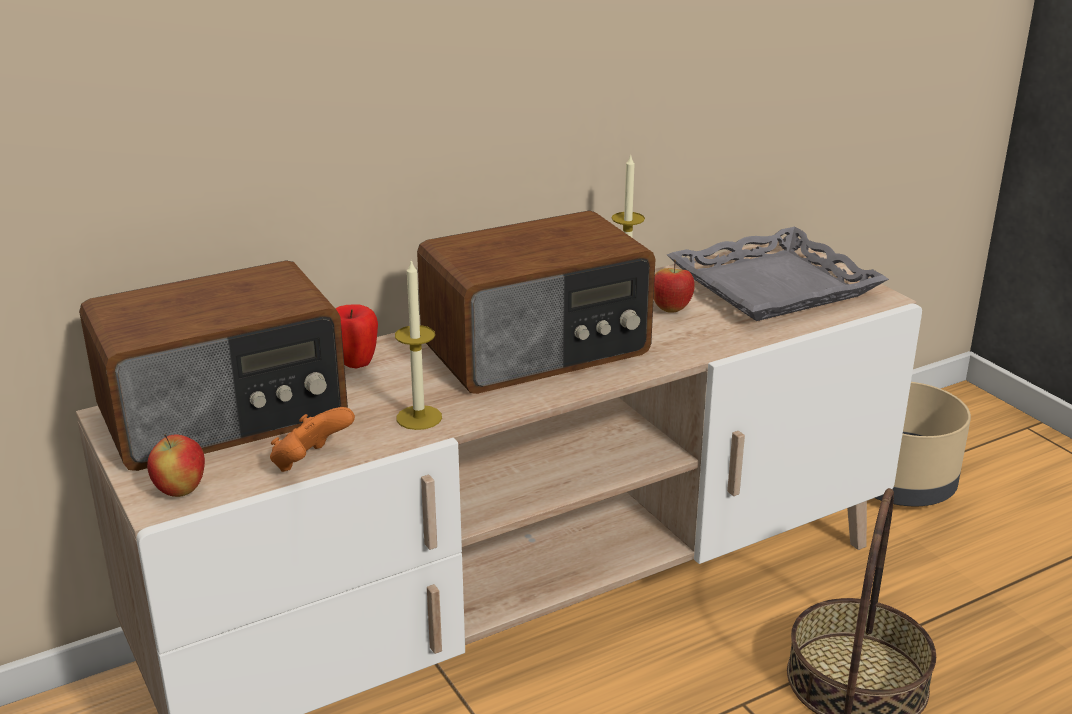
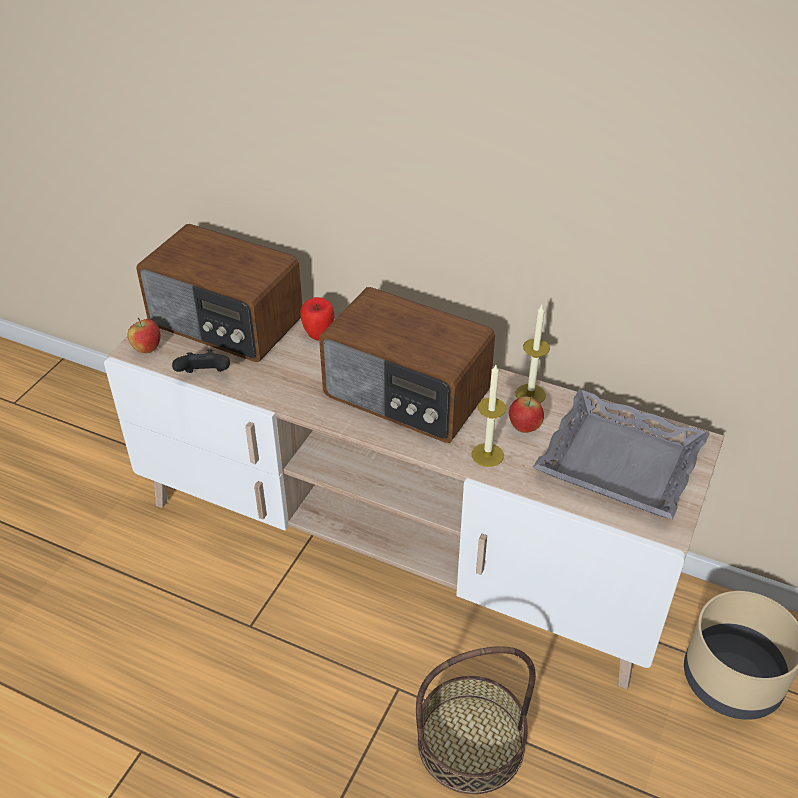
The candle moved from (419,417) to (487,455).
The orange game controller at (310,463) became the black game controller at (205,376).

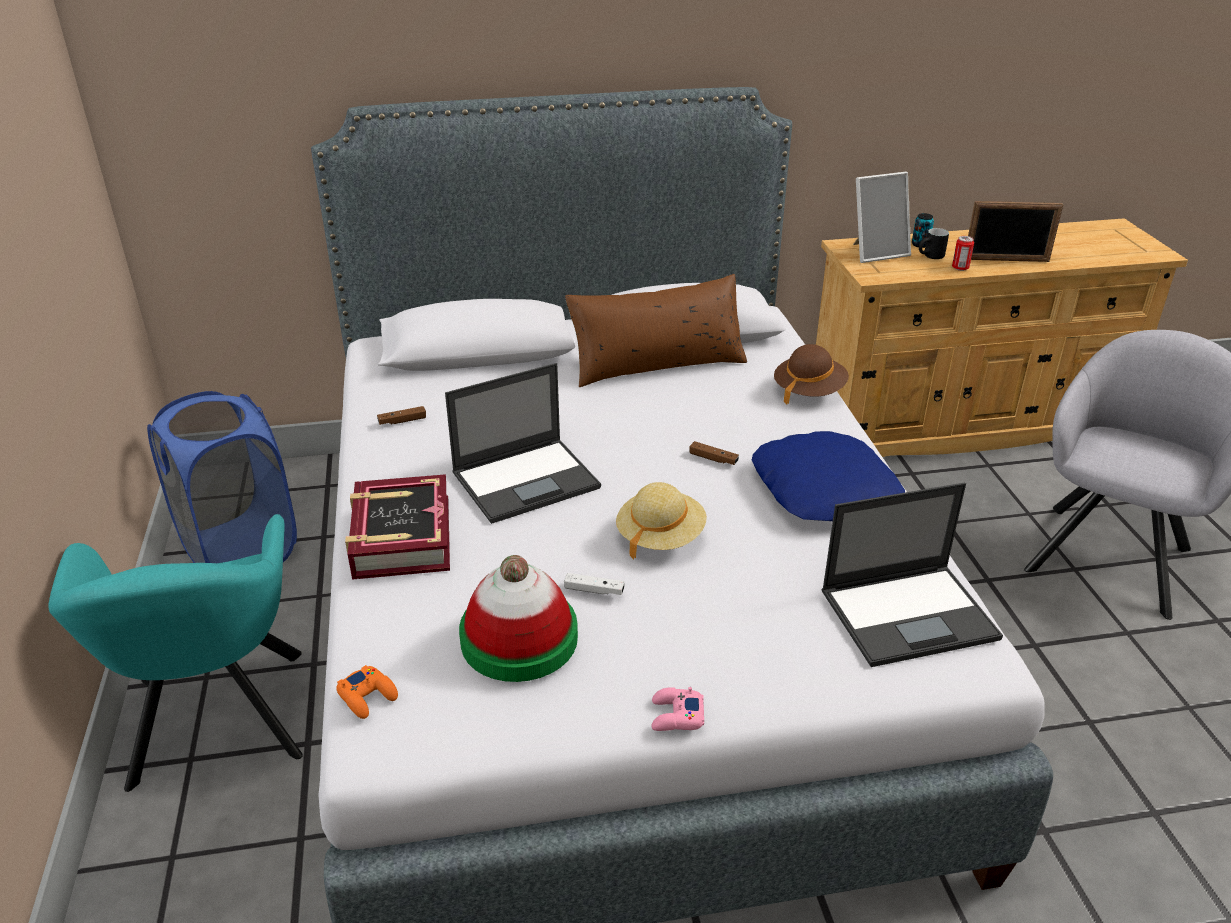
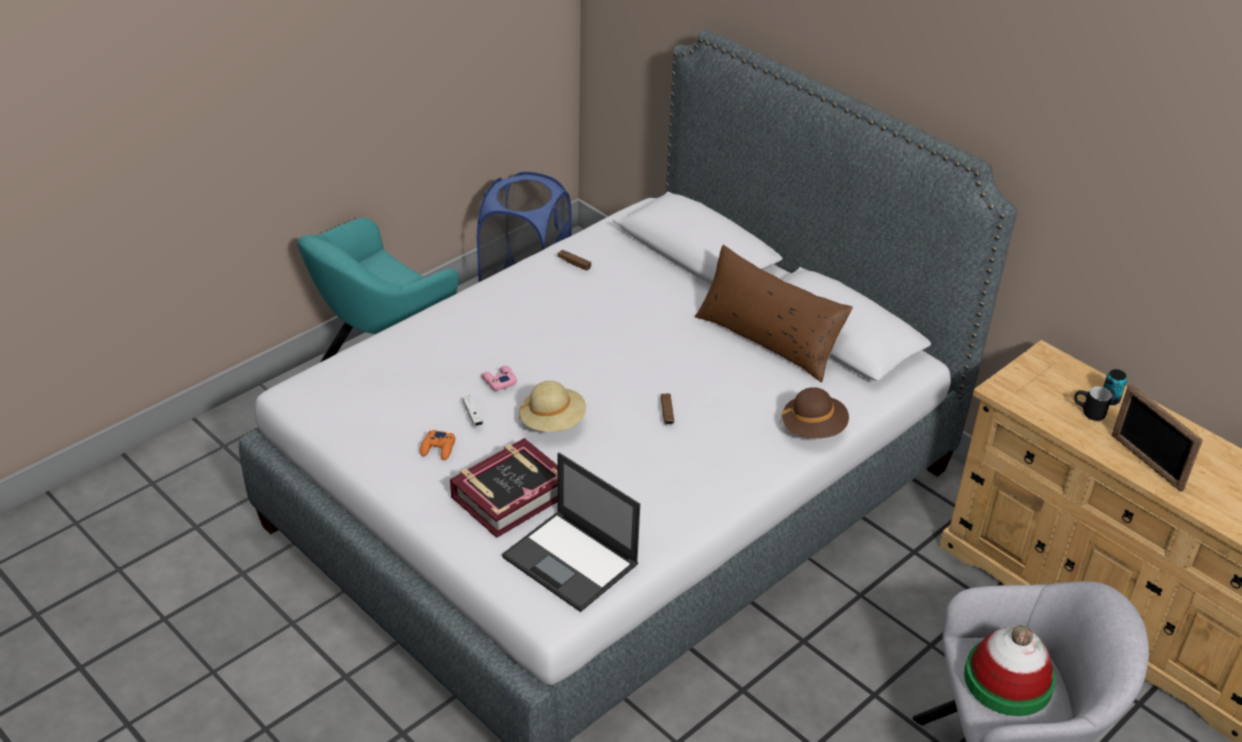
The picture frame at (876,252) disappeared.
The can at (960,268) disappeared.
The laptop at (527,480) disappeared.
The blue pillow at (825,489) disappeared.
The book moved from (401,537) to (510,495).
The hat moved from (519,638) to (1008,680).
The orange game controller moved from (368,696) to (438,448).
The pink game controller moved from (676,716) to (499,381).

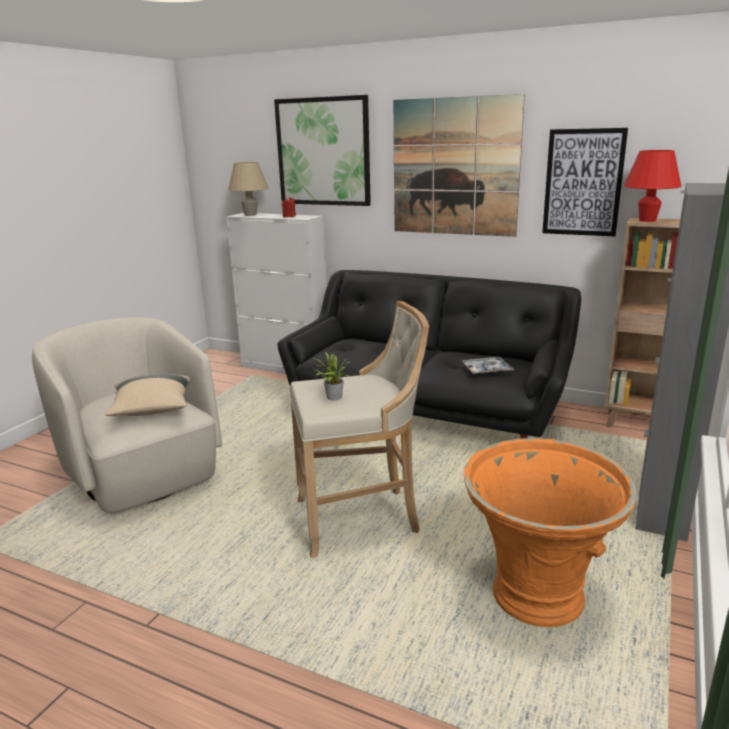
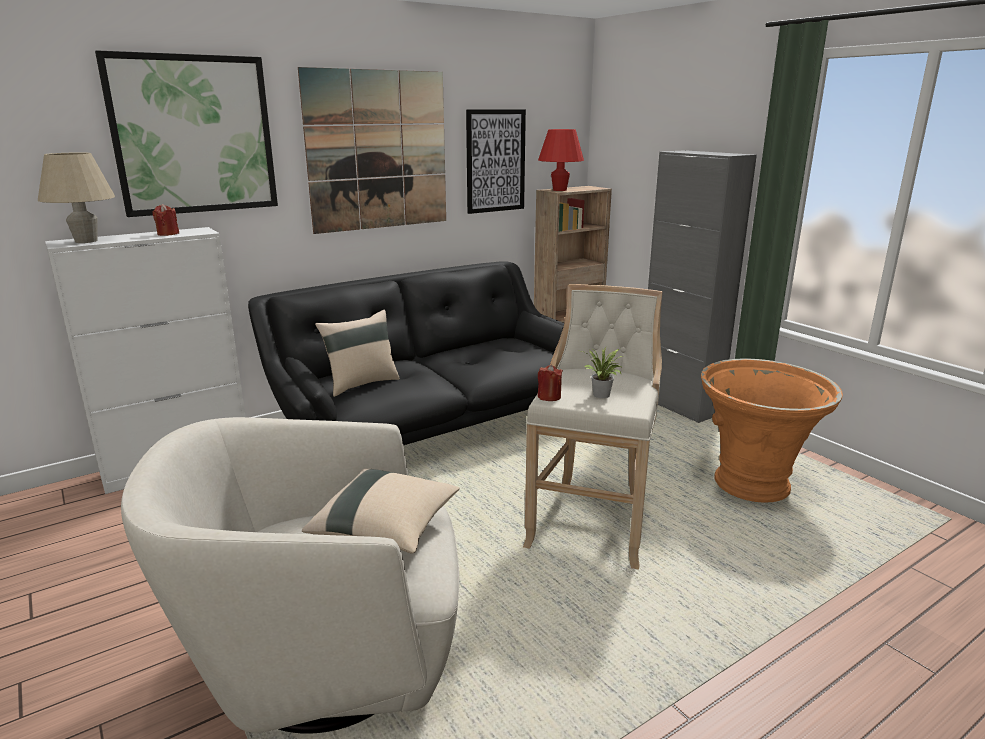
The tray at (486,370) disappeared.
The beige pillow at (361,383) appeared.
The red candle at (549,397) appeared.

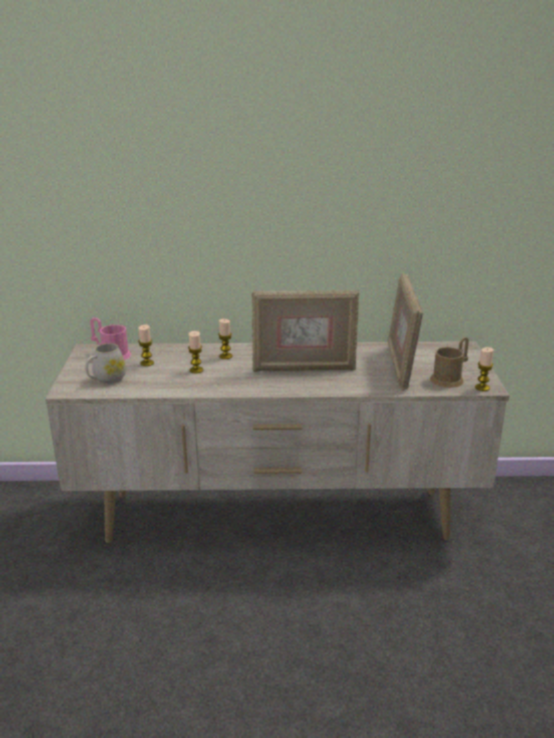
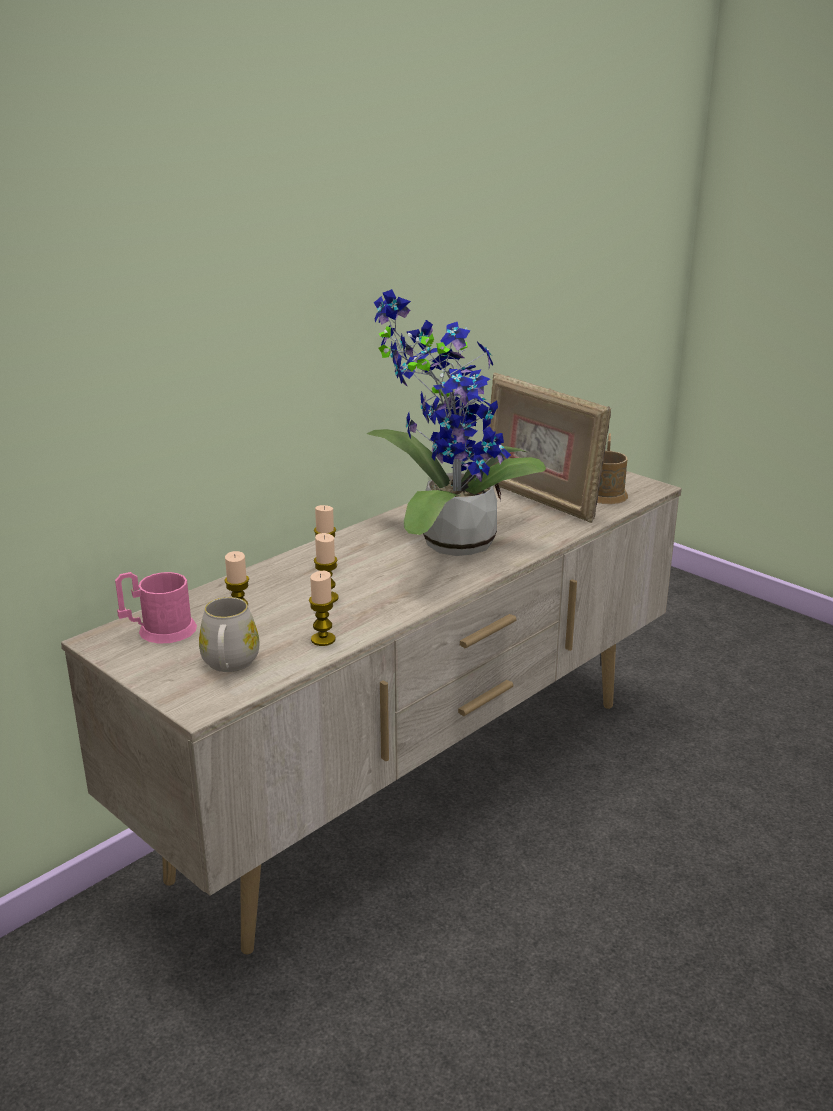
The picture frame at (304,368) was replaced by the potted plant at (448,542).
The candle moved from (482,387) to (323,639).

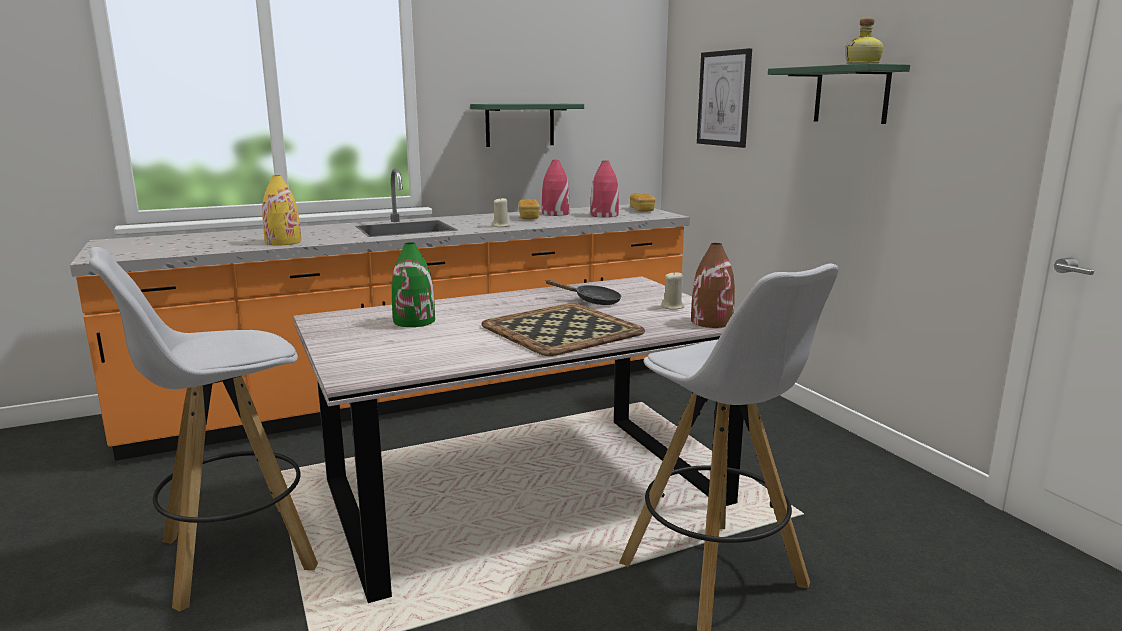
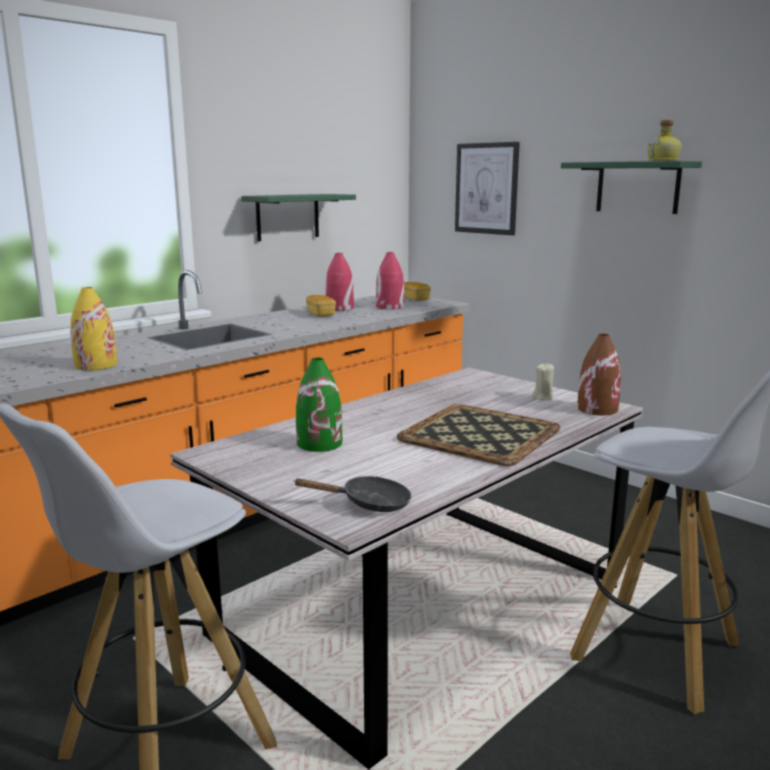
The beige candle at (501,226) disappeared.
The black frying pan moved from (592,301) to (369,503).

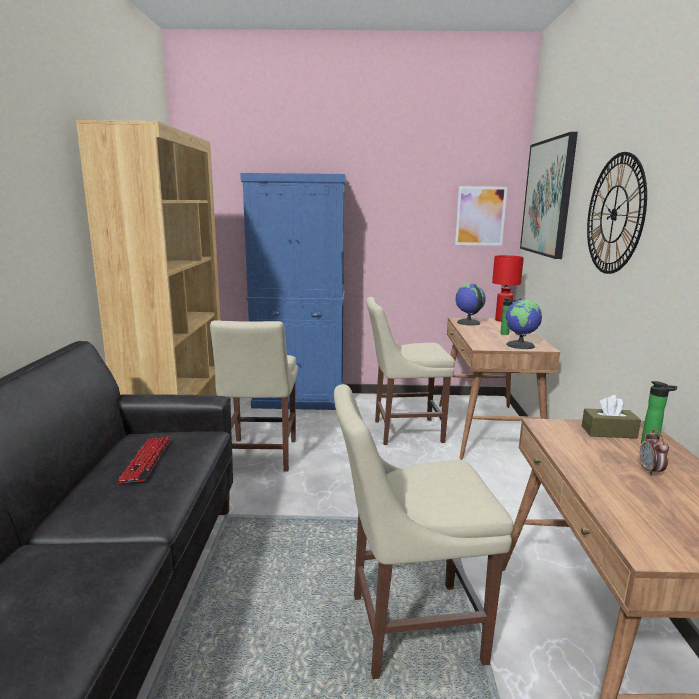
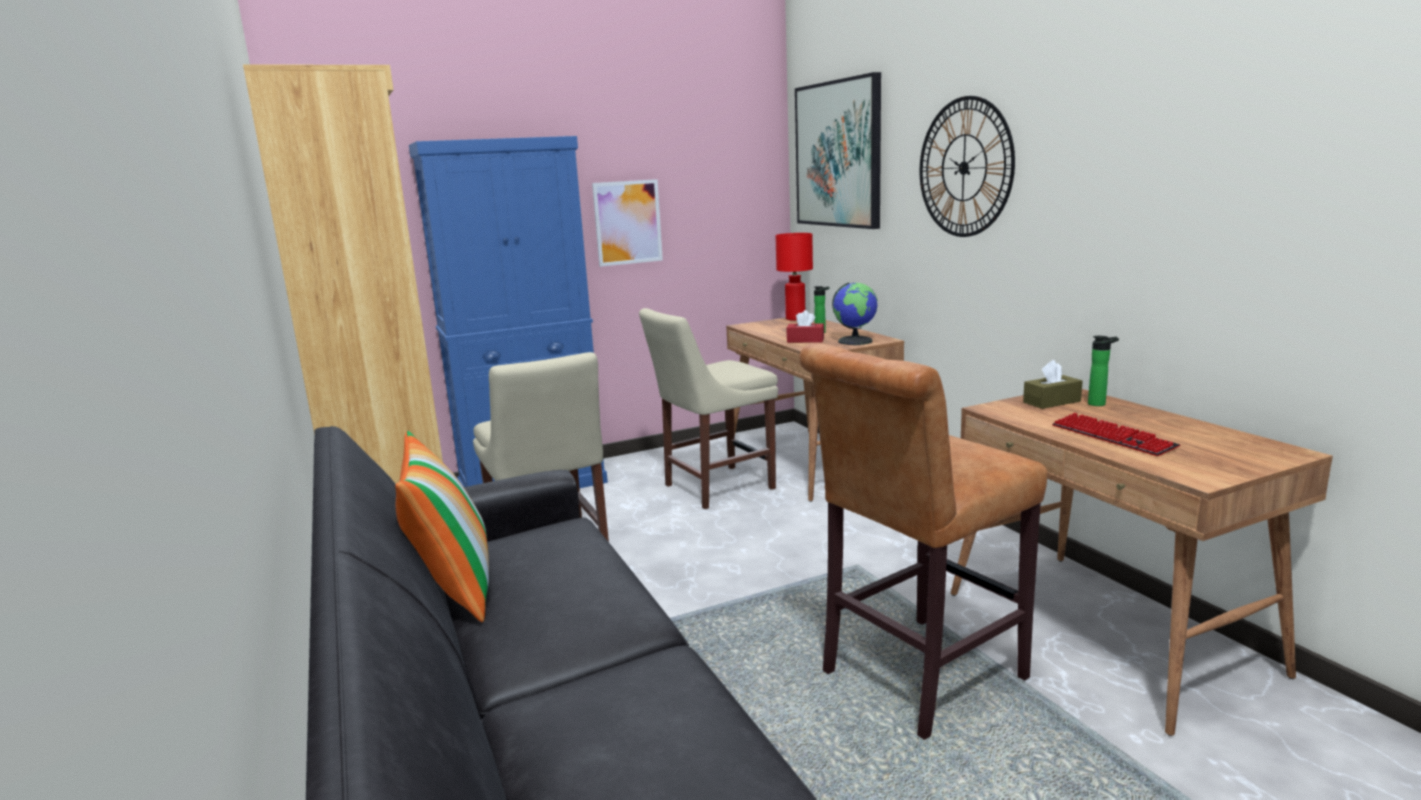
The picture moved from (480,216) to (628,222).
The globe at (468,322) disappeared.
The beige chair at (408,628) was replaced by the brown stool at (915,678).
The alarm clock at (650,471) disappeared.
The keyboard moved from (146,460) to (1112,437).
The red tissue box at (805,340) appeared.
The pillow at (453,588) appeared.

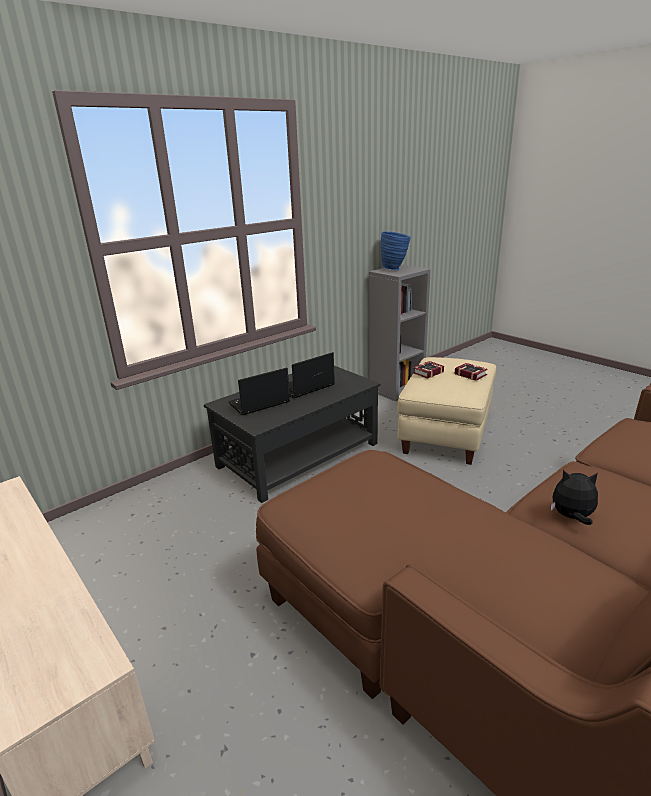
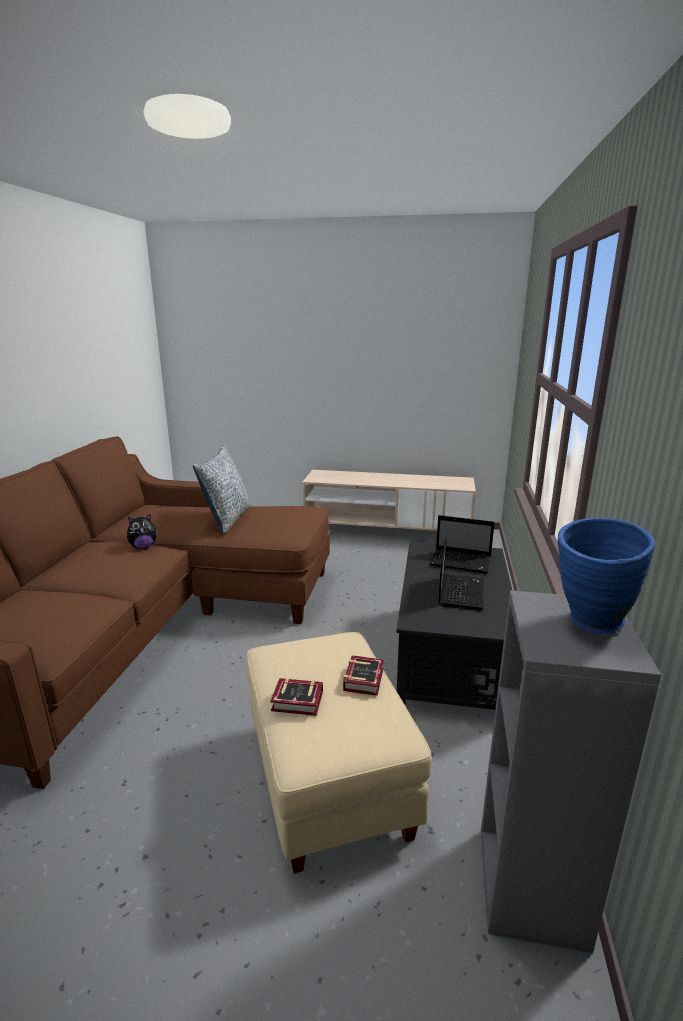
The laptop at (258,404) turned 90 degrees clockwise.
The pillow at (227,518) appeared.

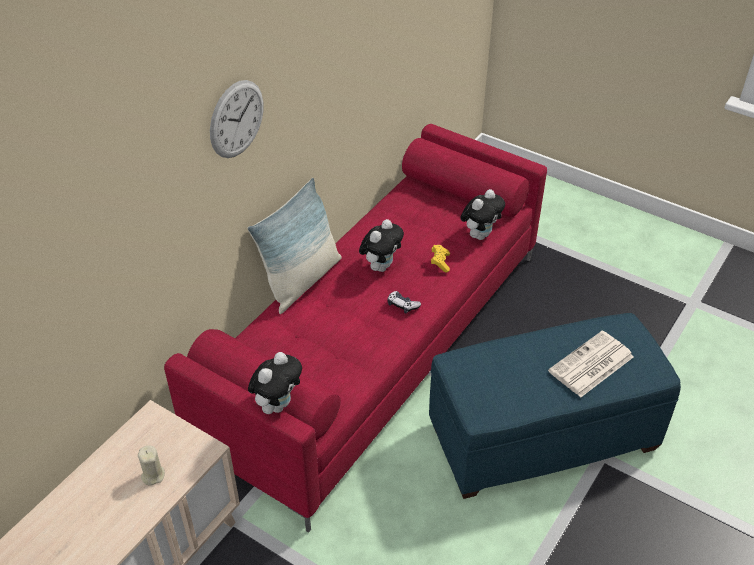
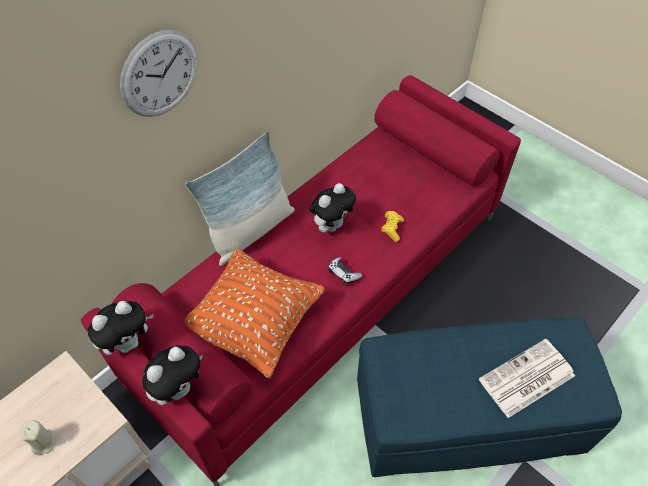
The plush toy moved from (480,235) to (129,342).
The orange pillow at (255,323) appeared.

